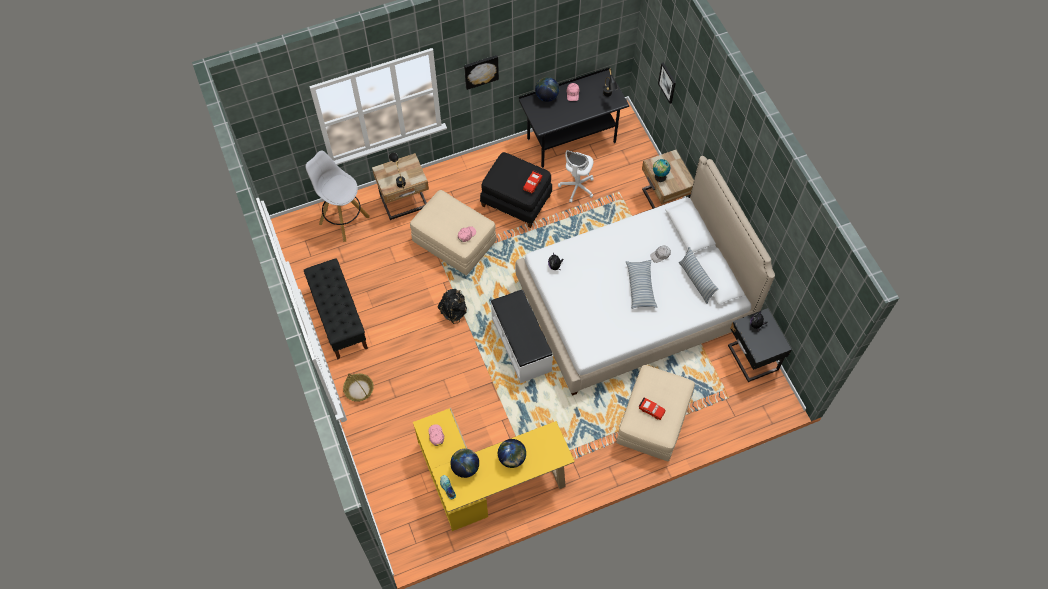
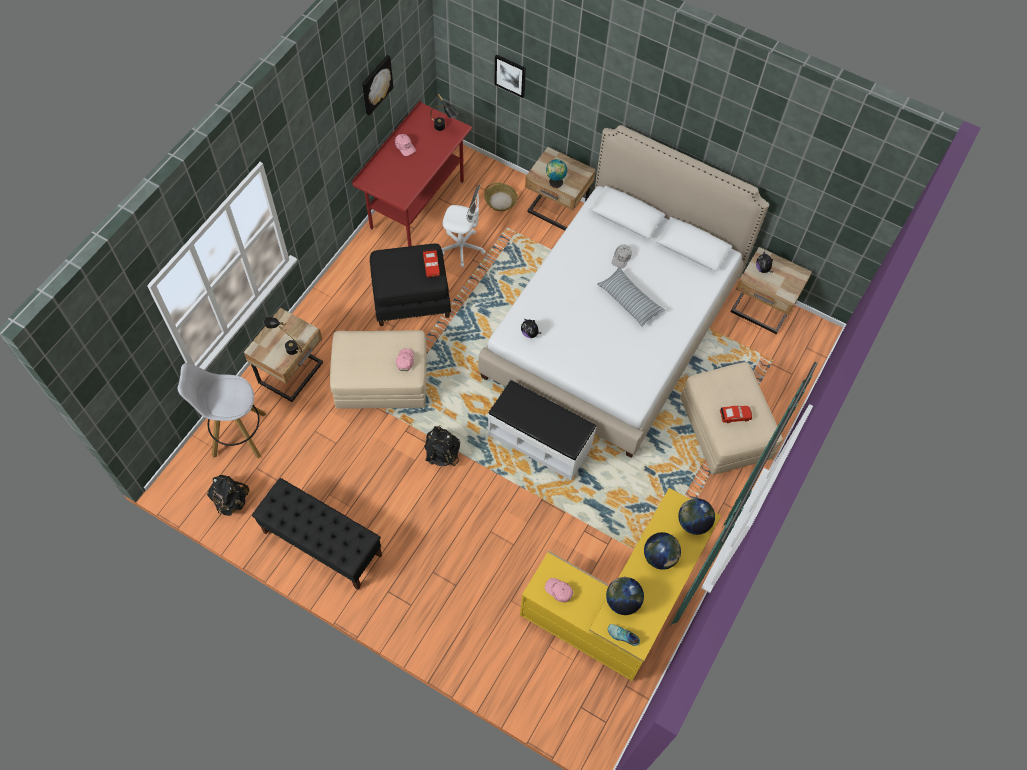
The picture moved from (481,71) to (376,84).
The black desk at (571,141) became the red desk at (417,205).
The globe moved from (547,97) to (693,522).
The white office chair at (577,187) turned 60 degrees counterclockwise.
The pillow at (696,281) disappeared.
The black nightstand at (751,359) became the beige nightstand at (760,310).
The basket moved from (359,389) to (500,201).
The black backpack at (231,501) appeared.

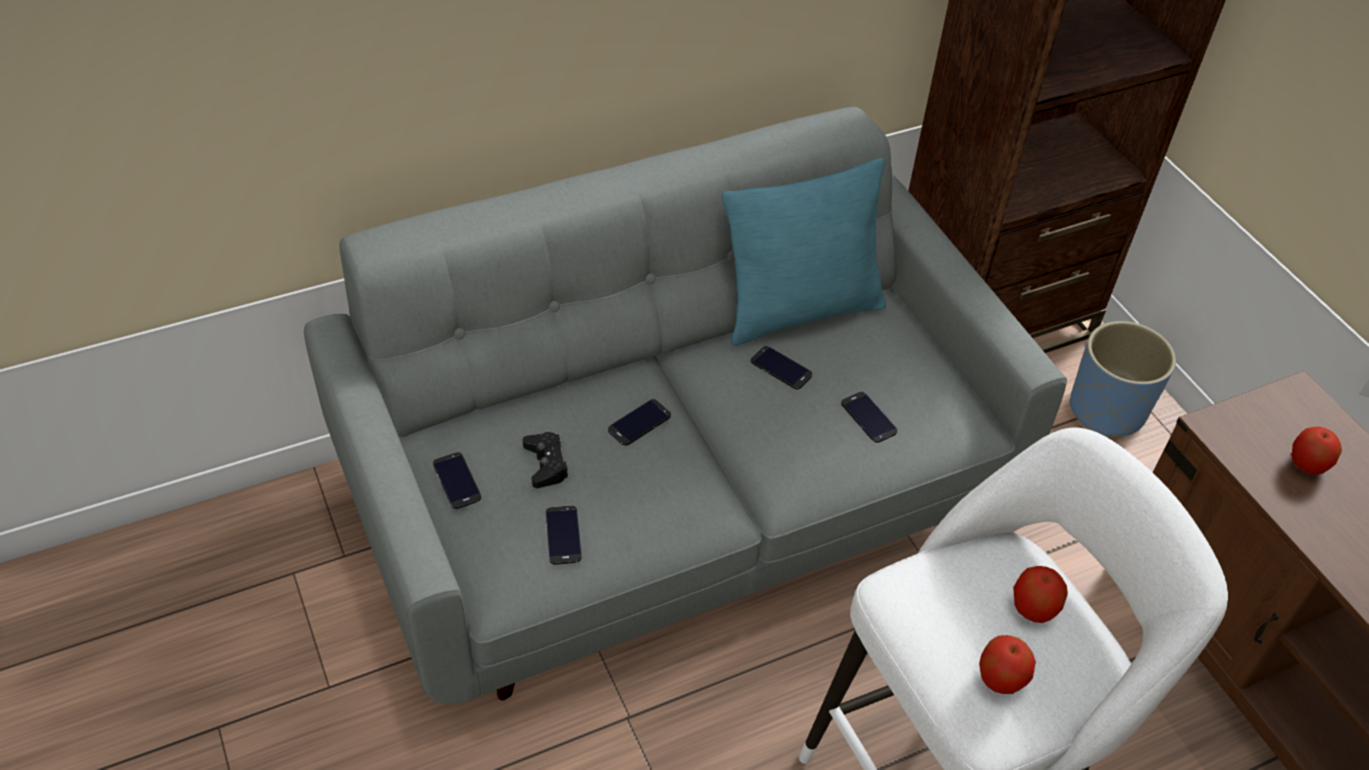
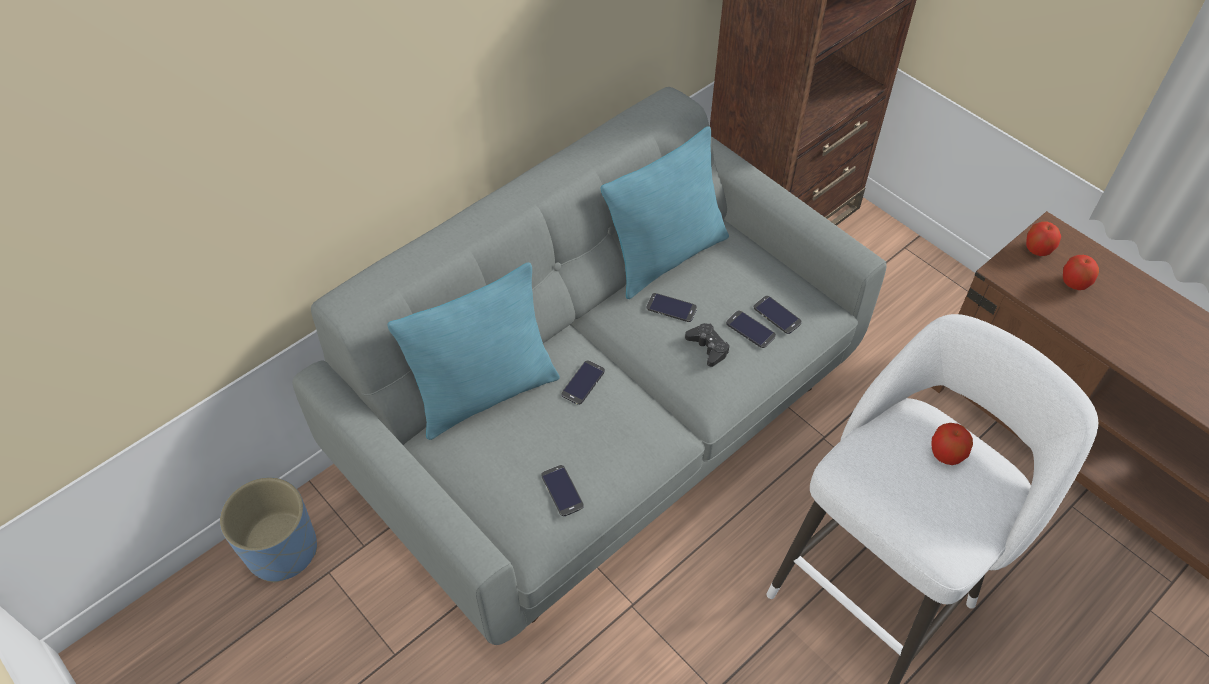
The blue planter moved from (1106,409) to (282,549).
The black game controller moved from (546,464) to (708,347).
The phone moved from (456,481) to (777,315).
The apple moved from (1001,678) to (1037,249).
The turquoise pillow at (486,394) appeared.

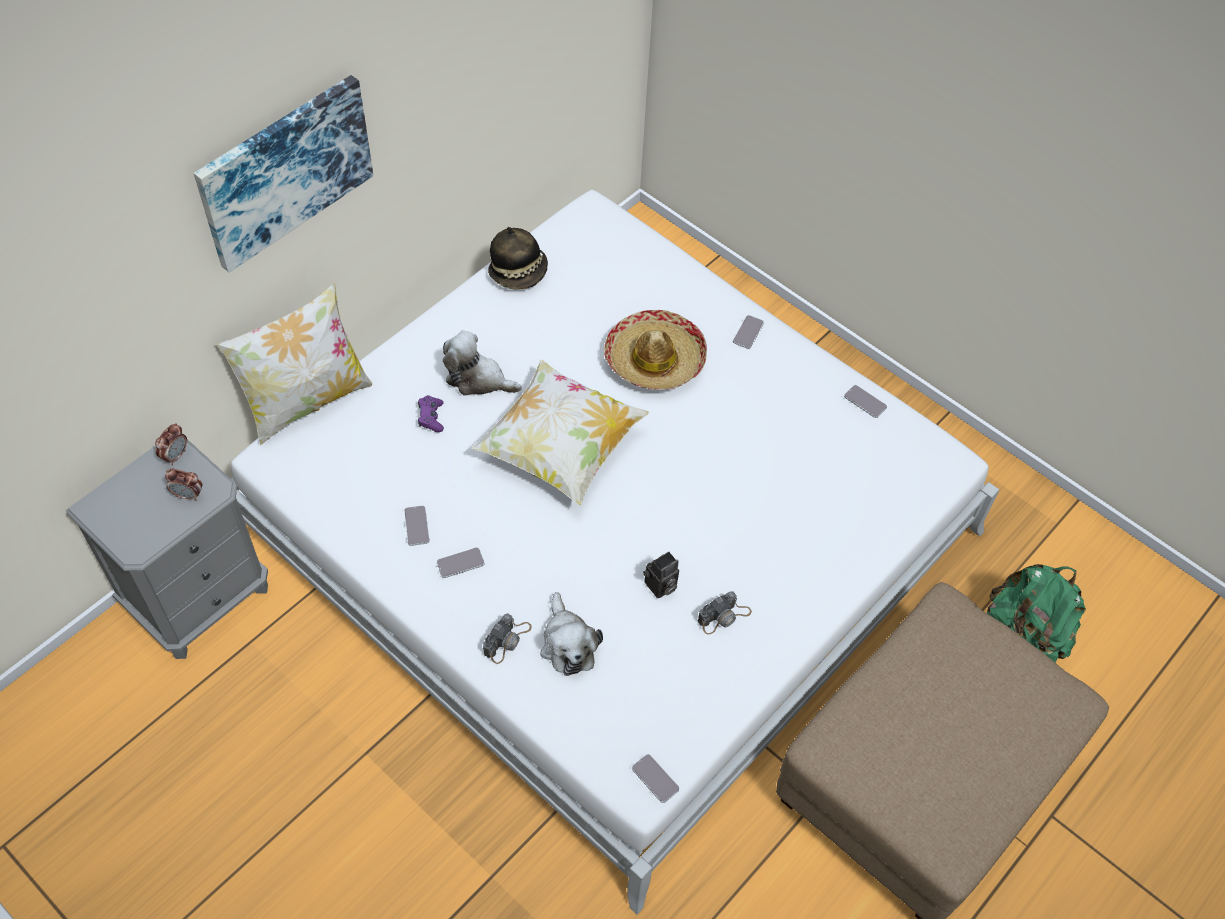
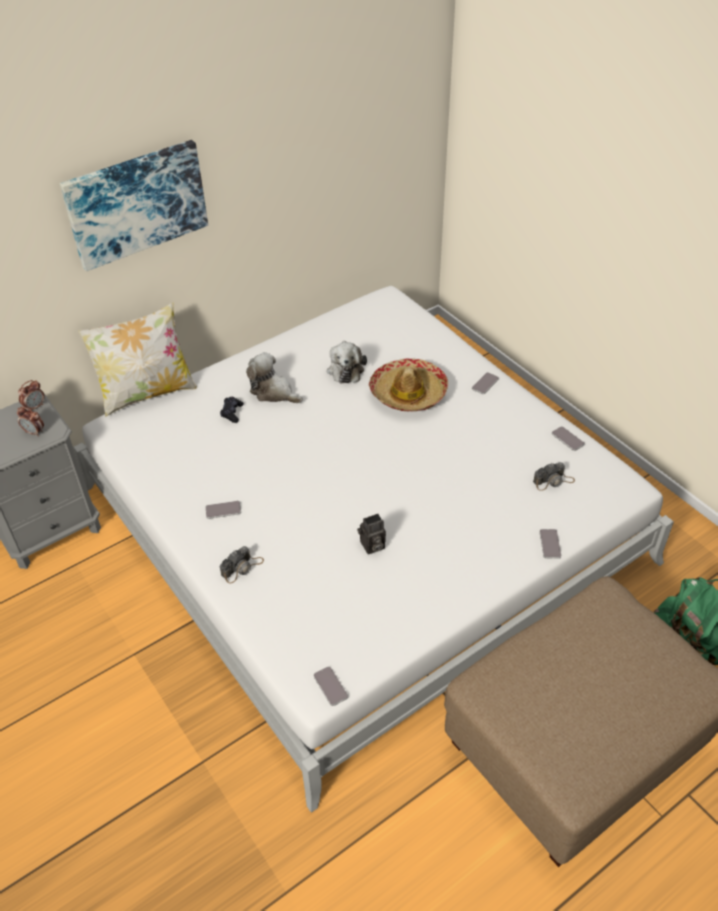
The hat at (519,272) disappeared.
The pillow at (560,448) disappeared.
The purple game controller at (431,417) became the black game controller at (232,413).
The phone moved from (416,526) to (550,544).
The photo camera moved from (724,616) to (553,481).
The plush toy moved from (568,644) to (345,369).

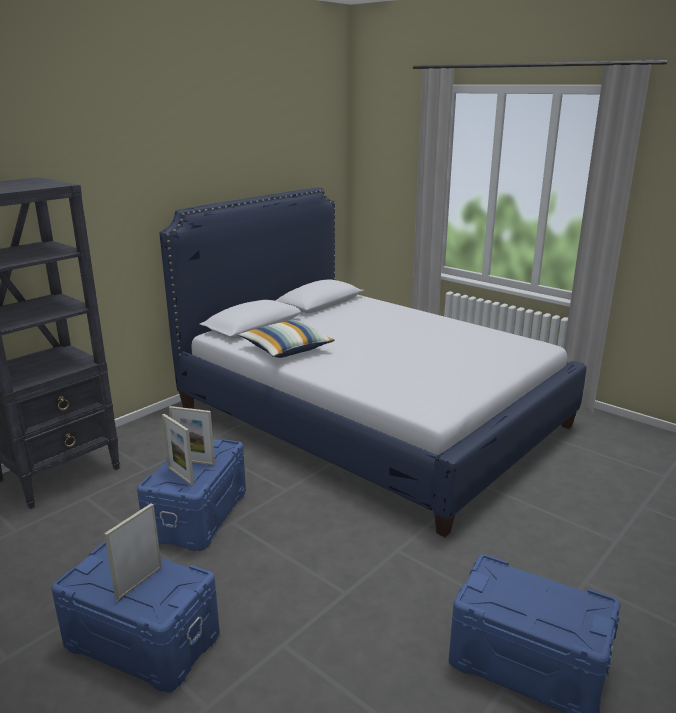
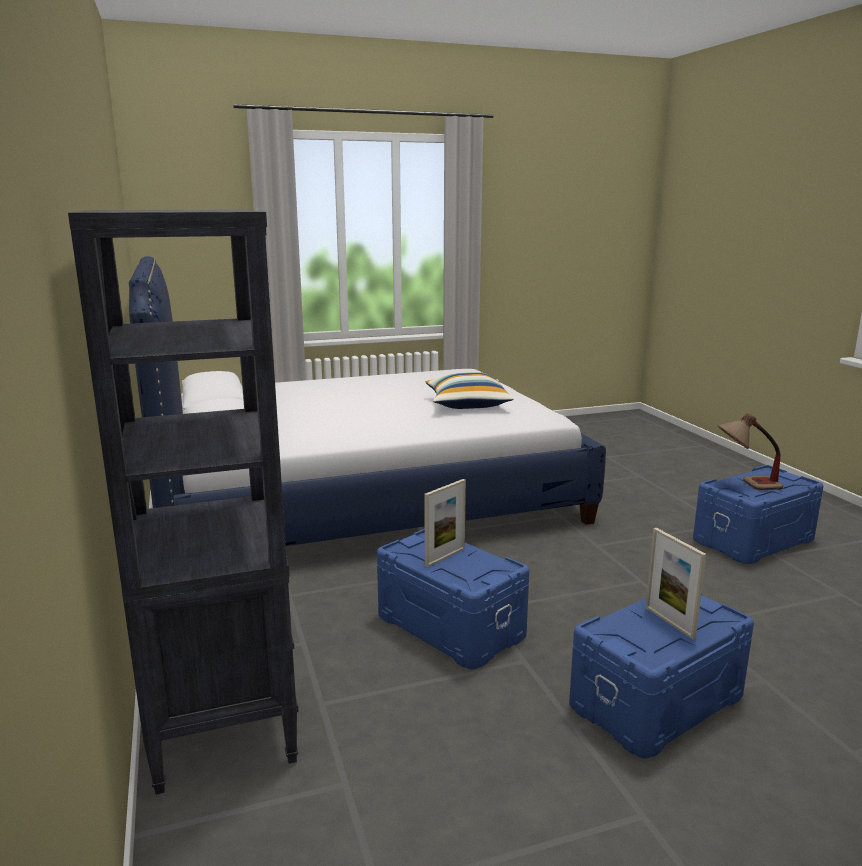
The pillow moved from (286,349) to (467,404).
The picture frame at (180,476) disappeared.
The table lamp at (745,485) appeared.

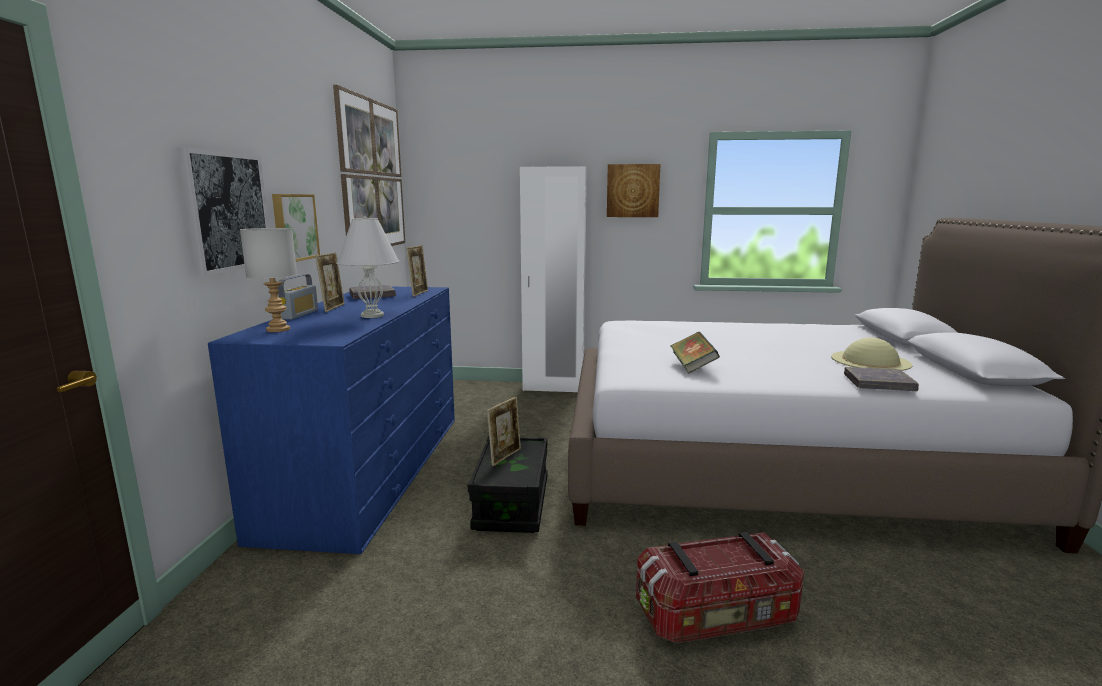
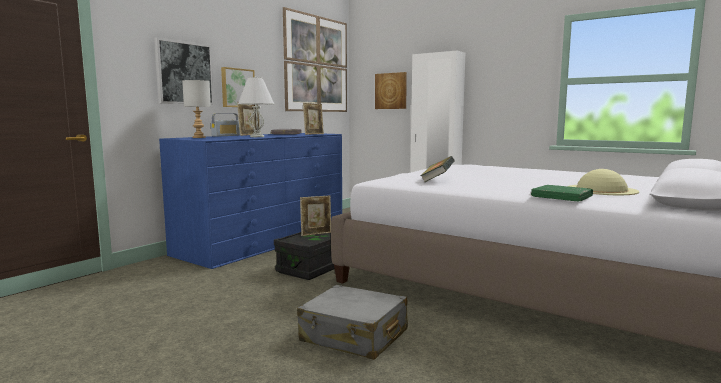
The picture moved from (633,190) to (391,91).
The grey book at (879,383) became the green book at (561,197).
The storage box at (717,617) was replaced by the grey suitcase at (354,336).

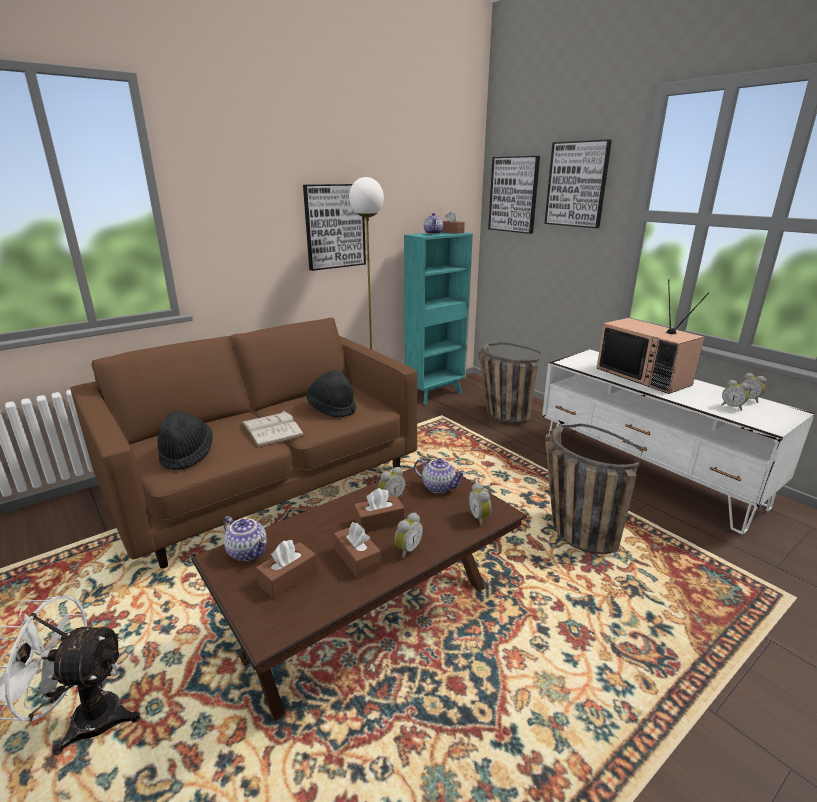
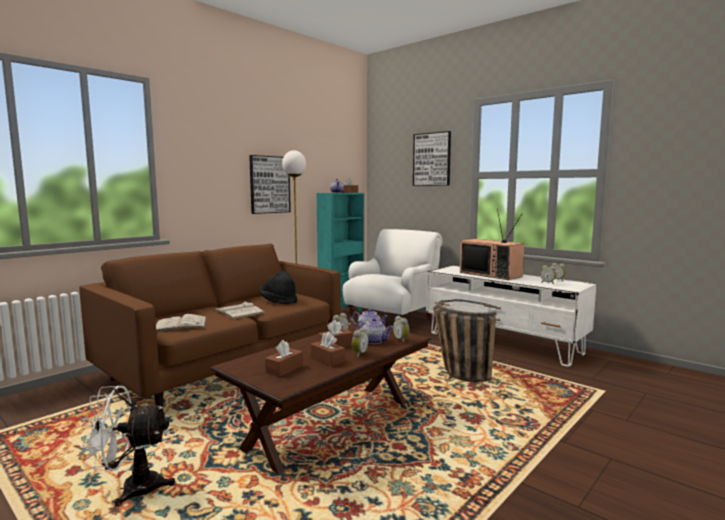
The picture at (514,194) disappeared.
The basket at (499,413) was replaced by the white armchair at (392,320).
The black hat at (187,454) was replaced by the white book at (180,324).
The teapot moved from (248,552) to (374,341).

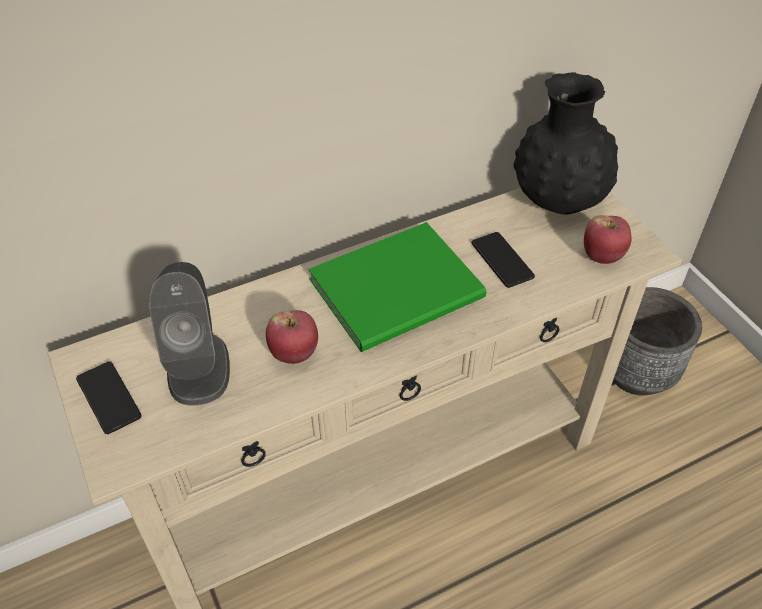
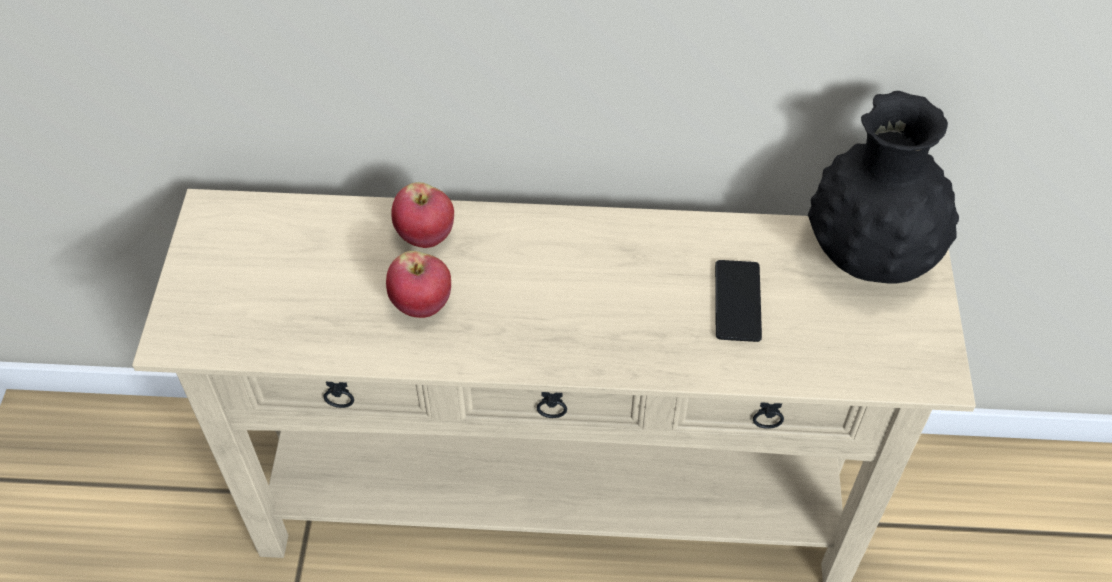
The apple moved from (602,256) to (426,236).
The green book at (402,289) disappeared.
The grey speaker at (198,367) disappeared.
The grey planter at (636,373) disappeared.
The phone at (108,398) disappeared.

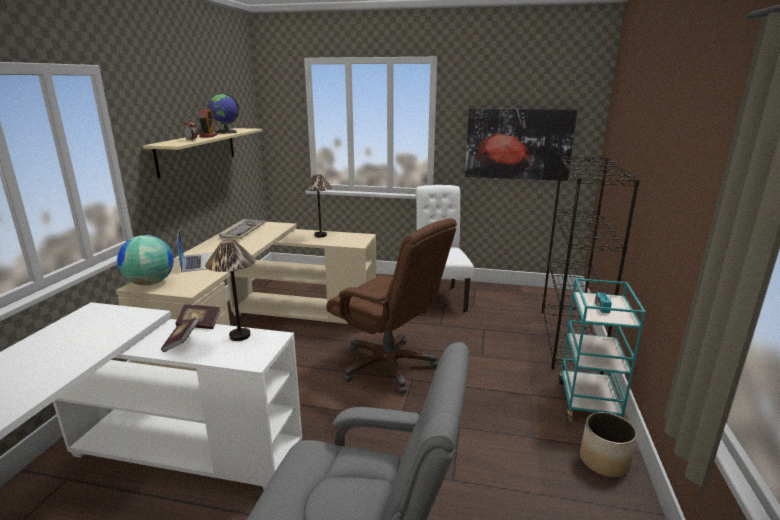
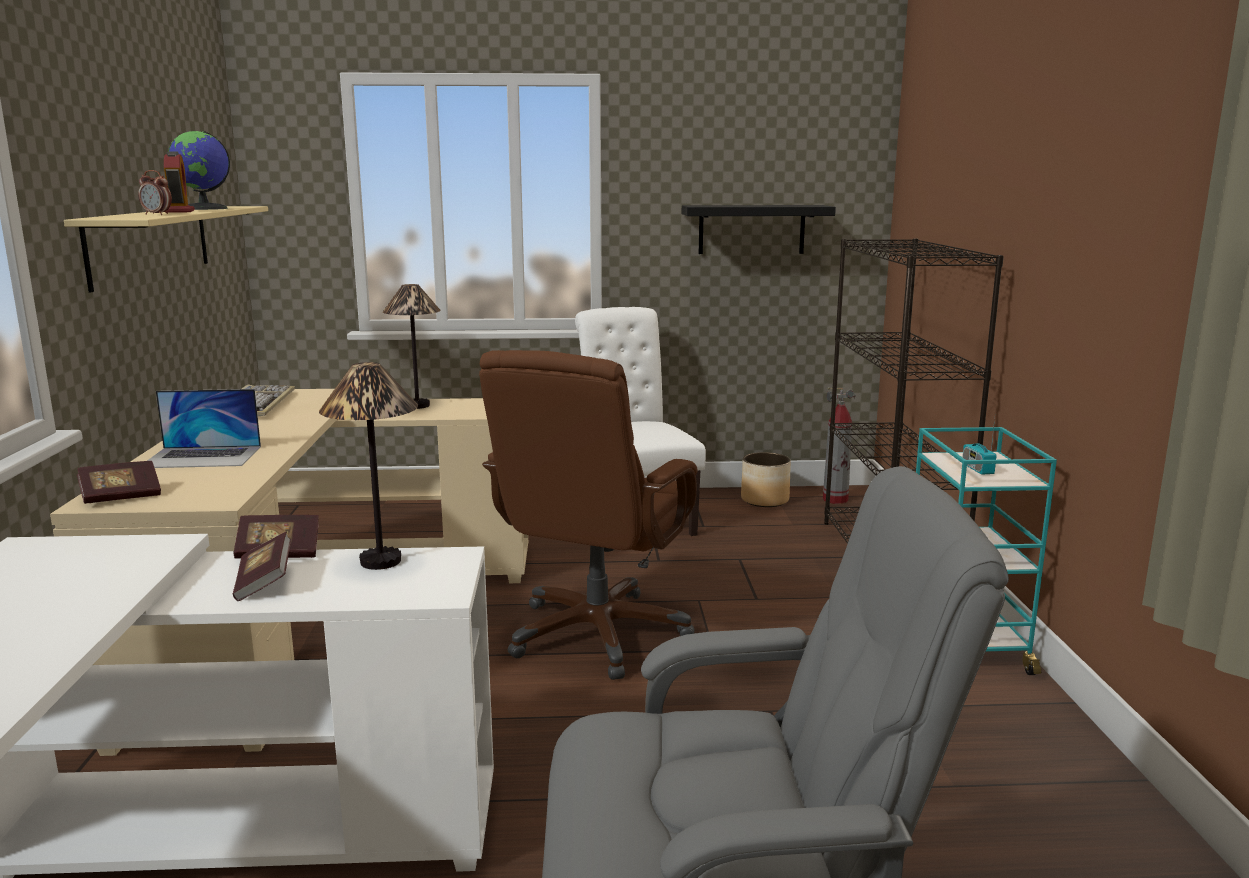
The picture at (518,144) was replaced by the black shelf at (751,229).
The brown office chair at (389,365) turned 90 degrees clockwise.
The laptop at (199,262) turned 120 degrees clockwise.
The globe at (150,283) was replaced by the book at (121,497).
The planter moved from (604,461) to (765,500).
The fire extinguisher at (835,500) appeared.

